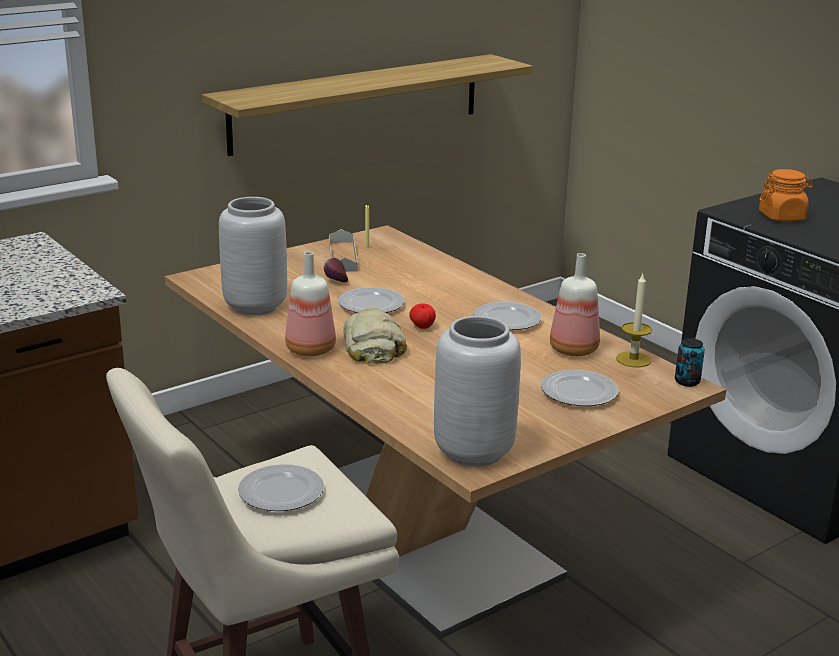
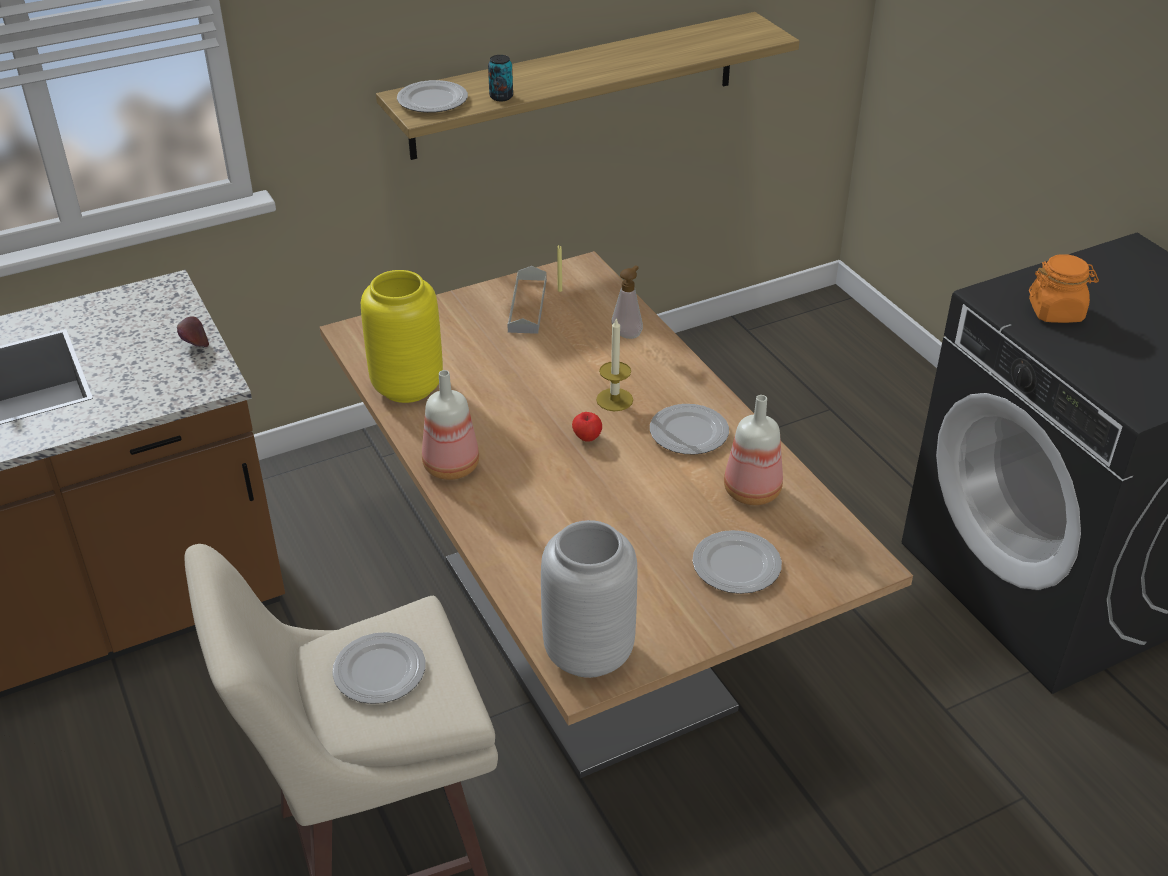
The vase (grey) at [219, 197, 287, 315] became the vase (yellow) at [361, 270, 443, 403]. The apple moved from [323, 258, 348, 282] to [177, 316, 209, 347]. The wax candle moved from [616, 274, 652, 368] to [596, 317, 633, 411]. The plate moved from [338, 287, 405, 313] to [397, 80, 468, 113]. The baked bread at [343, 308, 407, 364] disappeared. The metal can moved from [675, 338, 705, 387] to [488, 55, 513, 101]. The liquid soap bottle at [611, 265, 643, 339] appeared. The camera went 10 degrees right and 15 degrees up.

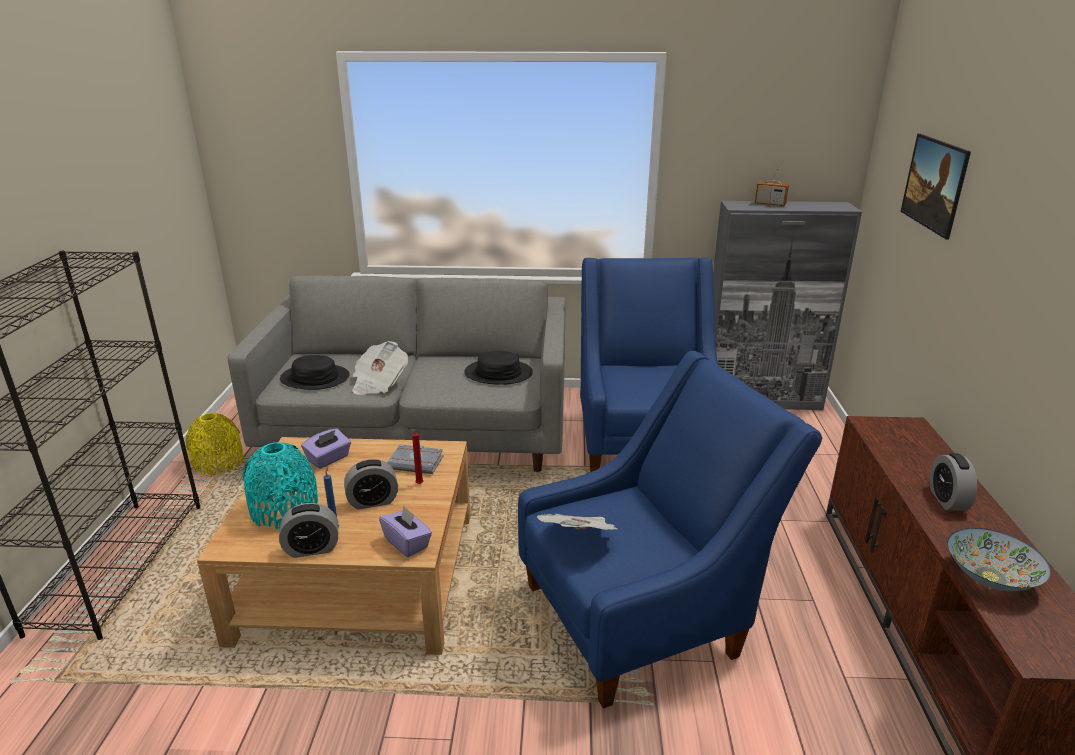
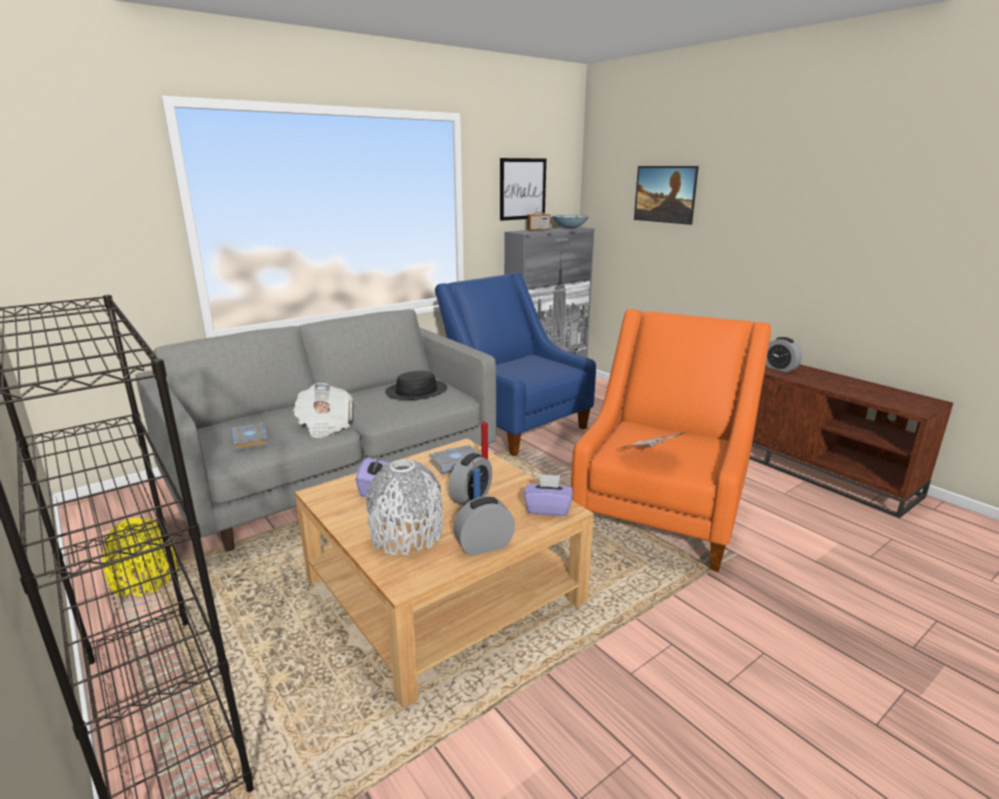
The easy chair (blue) at [518, 350, 822, 708] became the easy chair (orange-coloured) at [571, 309, 771, 572]. The hat (black) at [280, 355, 349, 390] was replaced by the bound book (grey) at [230, 423, 268, 451]. The vase (turquoise) at [243, 442, 318, 529] became the vase (grey) at [366, 459, 443, 555]. The table clock at [279, 503, 338, 558] turned 150 degrees counterclockwise. The serving bowl moved from [947, 528, 1051, 591] to [552, 215, 589, 229]. The wall picture at [500, 158, 546, 221] appeared. The camera went 40 degrees left and 5 degrees down.

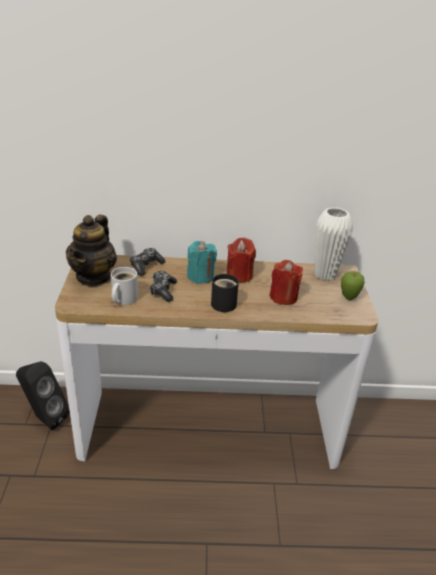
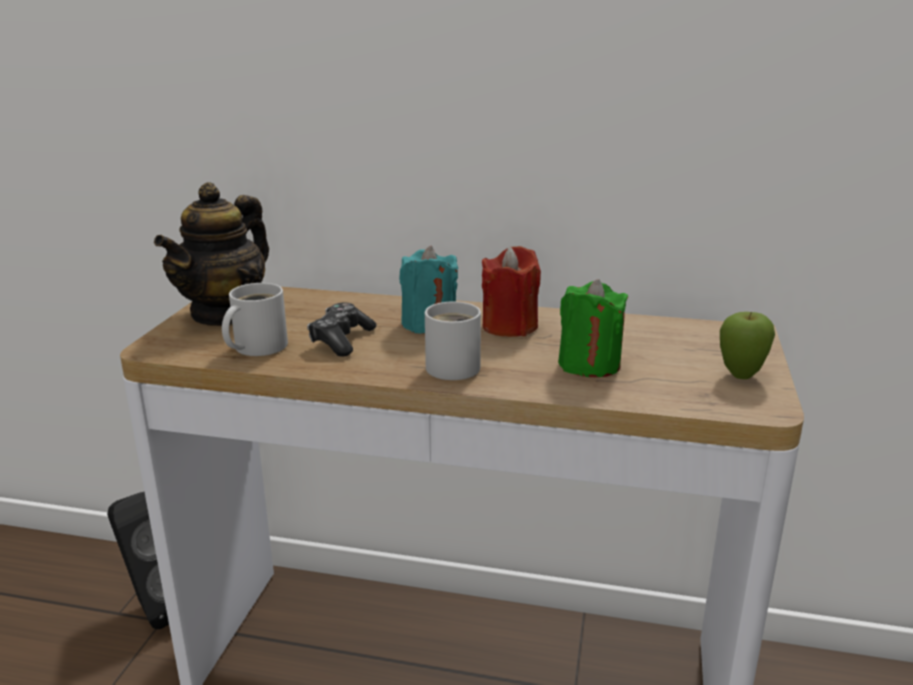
The vase (whitish) at [314, 207, 353, 280] disappeared. The joypad at [130, 248, 166, 276] disappeared. The wax candle (red-coloured) at [270, 260, 303, 305] became the wax candle (green) at [558, 279, 628, 377]. The coffee mug (black) at [211, 274, 239, 312] became the coffee mug (whitish) at [425, 302, 481, 380]. The camera went 15 degrees right and 10 degrees down.

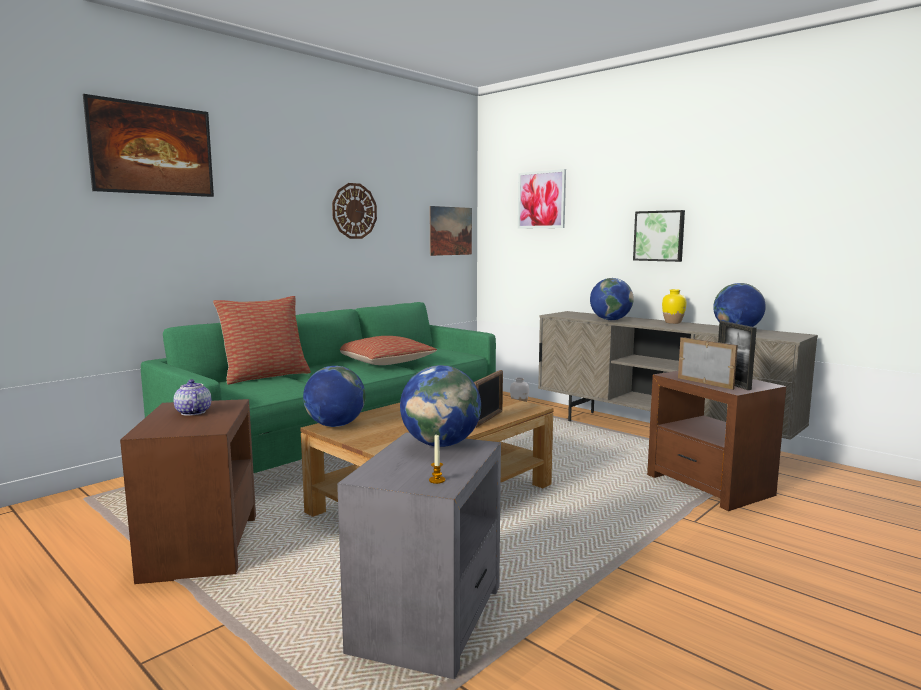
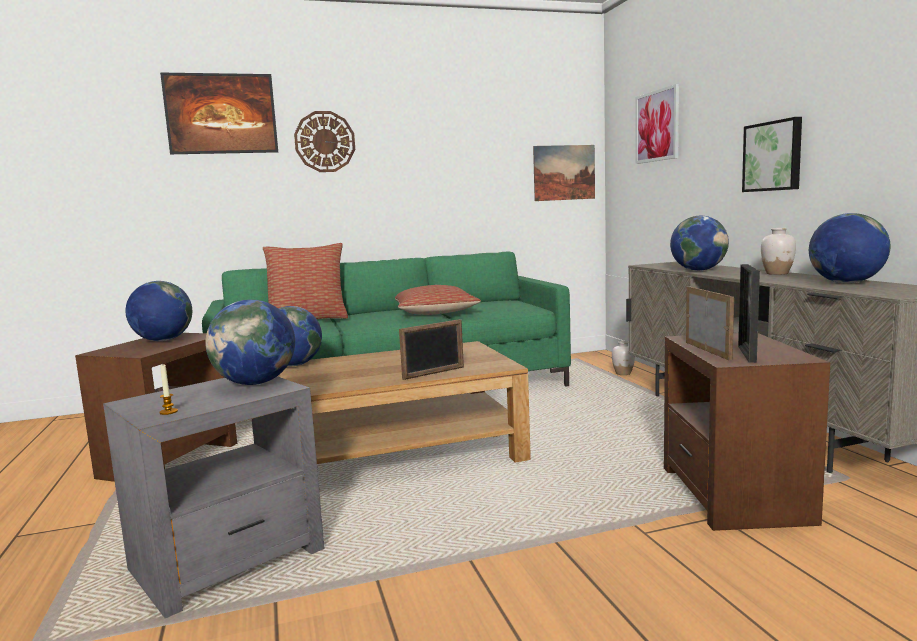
The wall clock moved from [332, 183, 377, 239] to [294, 111, 355, 172]. The vase (yellow) at [662, 289, 686, 324] became the vase (whitish) at [761, 228, 796, 275]. The teapot at [173, 379, 211, 416] was replaced by the globe at [125, 281, 192, 341]. The camera went 30 degrees right and 0 degrees up.

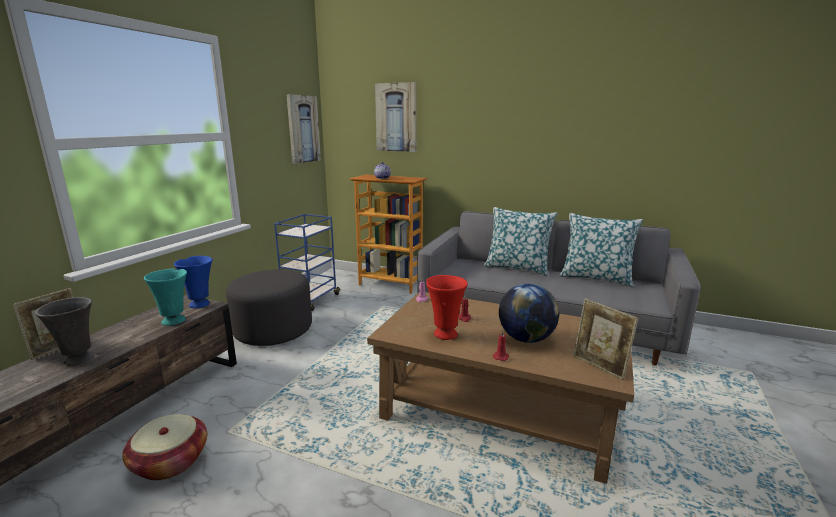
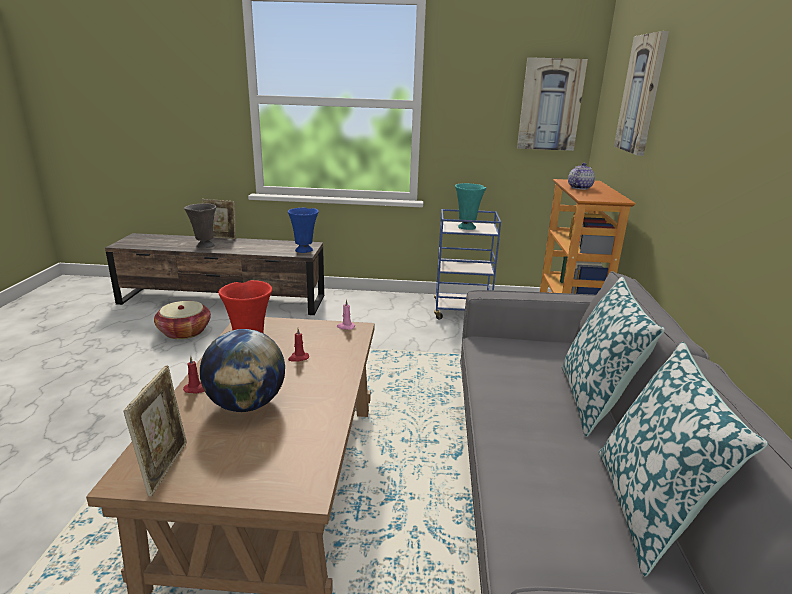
The vase (turquoise) moved from [144, 269, 187, 326] to [455, 183, 486, 230]. The footrest (grey) at [226, 270, 312, 346] disappeared. The photo frame at [574, 299, 639, 380] turned 150 degrees clockwise. The camera went 70 degrees right and 5 degrees up.

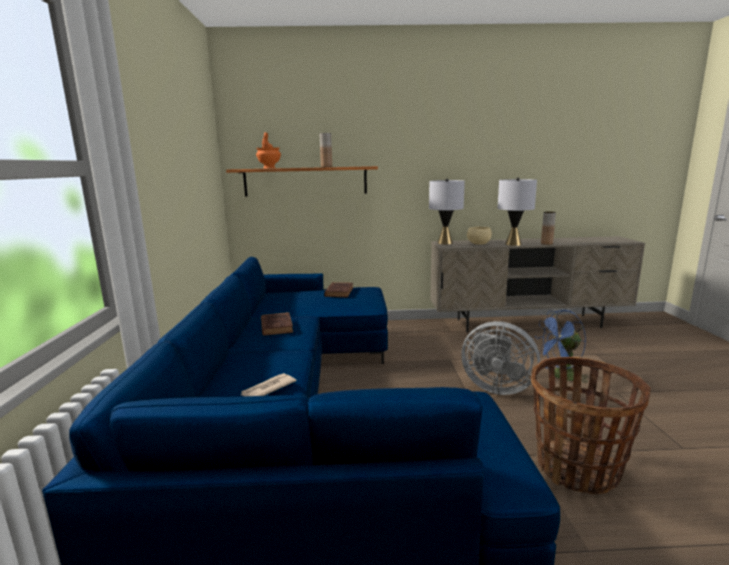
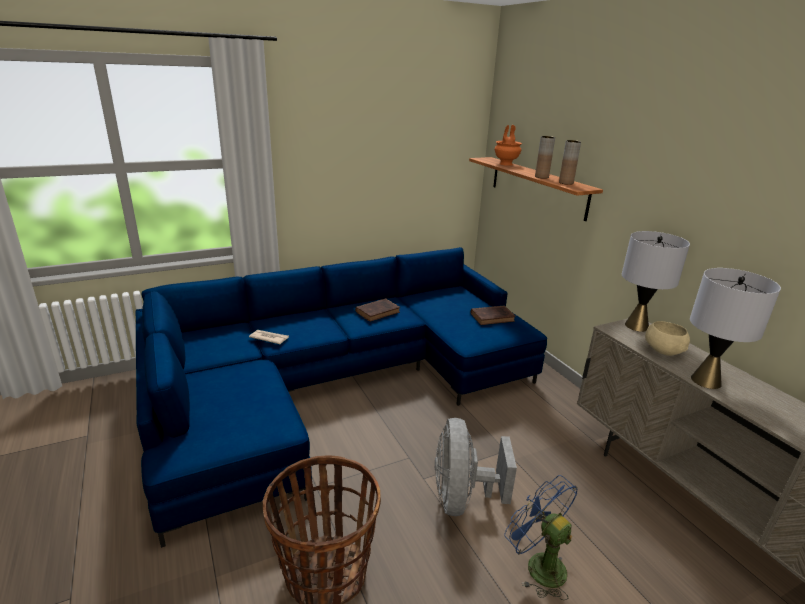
The vase (brownish) moved from [541, 212, 556, 245] to [559, 140, 581, 185]. The camera went 65 degrees right and 10 degrees up.

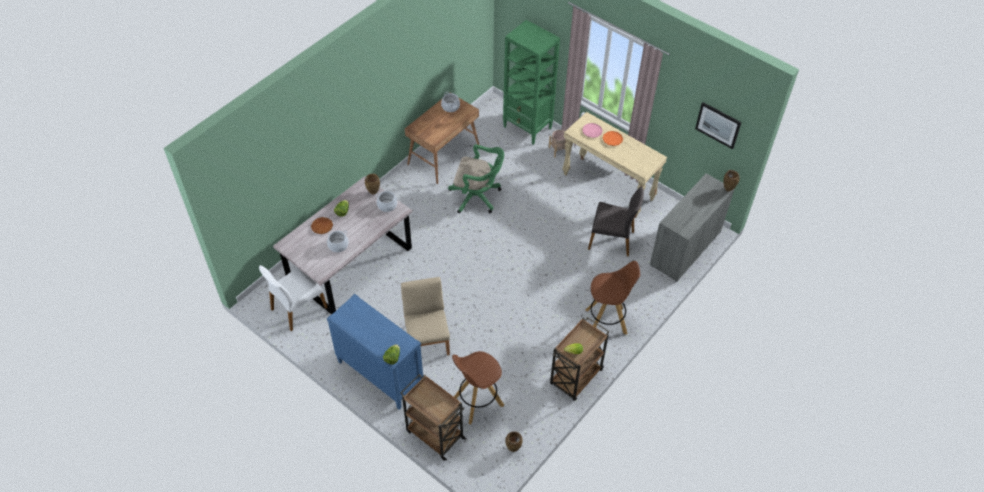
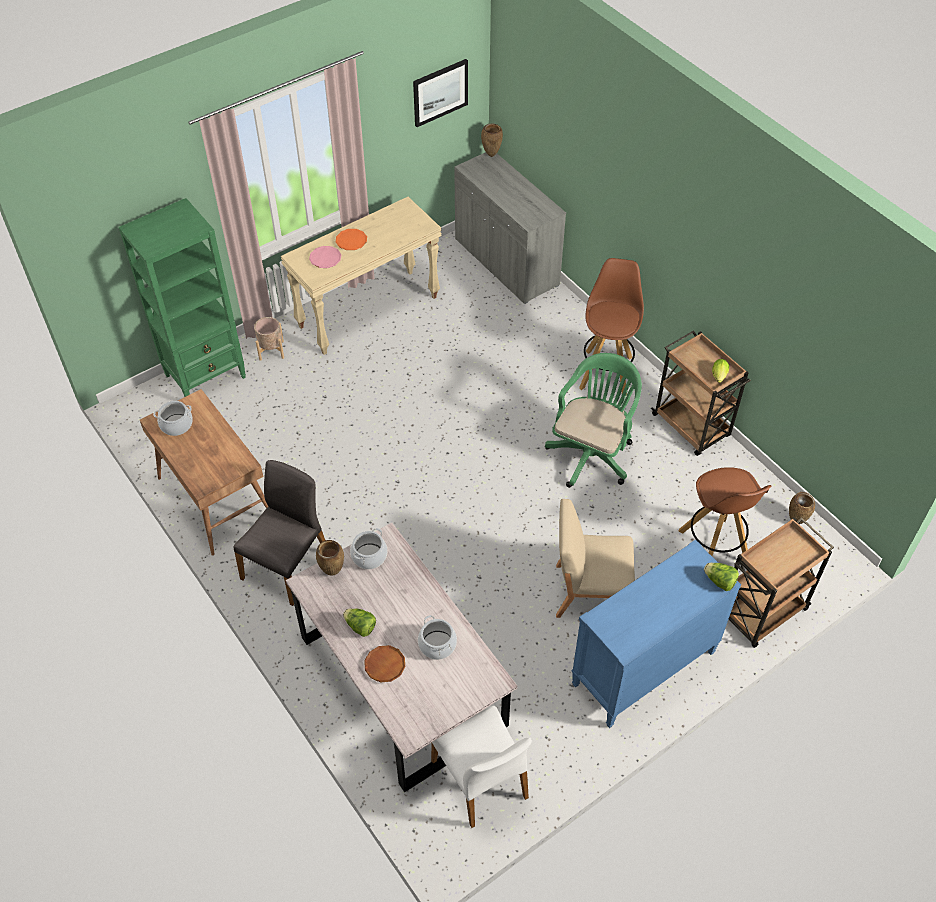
The office chair (green) moved from [448, 144, 504, 213] to [545, 353, 642, 488]. The upright chair (grey) moved from [588, 187, 644, 257] to [233, 460, 325, 606]. The camera went 75 degrees left and 0 degrees up.

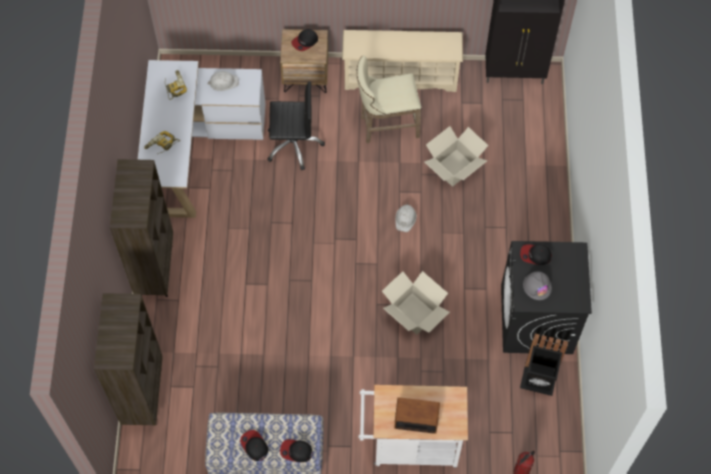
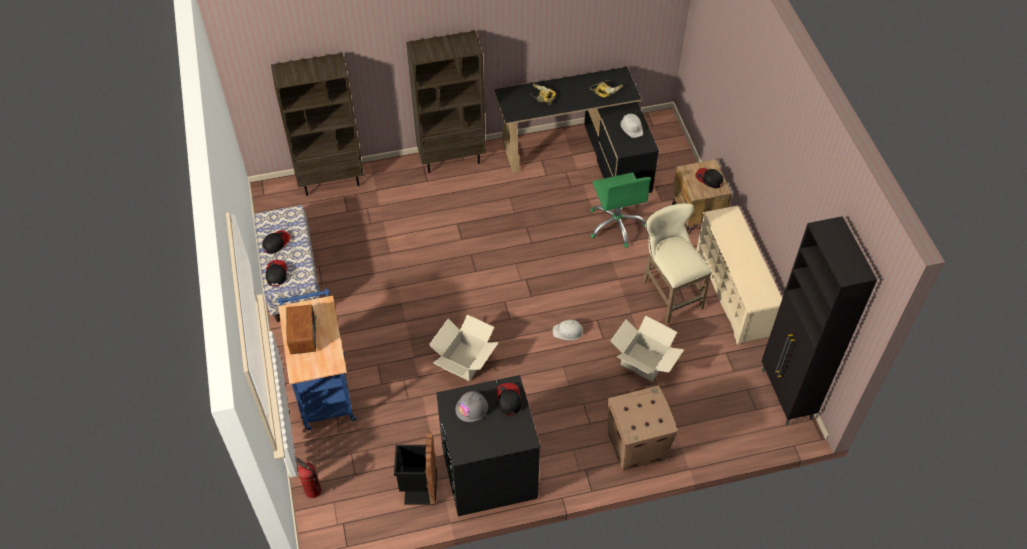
The desk (whitish) at [137, 60, 266, 218] became the desk (black) at [494, 67, 659, 193]. The office chair (black) at [267, 81, 325, 170] became the office chair (green) at [590, 172, 651, 248]. The cart (whitish) at [359, 385, 468, 468] became the cart (blue) at [278, 288, 357, 430]. The carton at [607, 385, 678, 471] appeared. The camera went 75 degrees right and 10 degrees down.

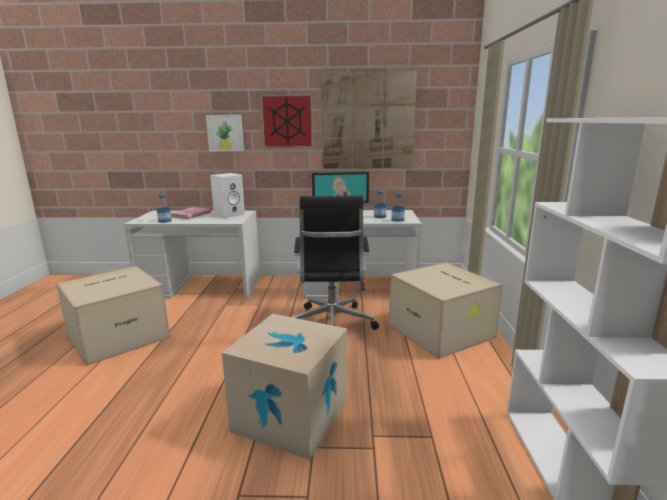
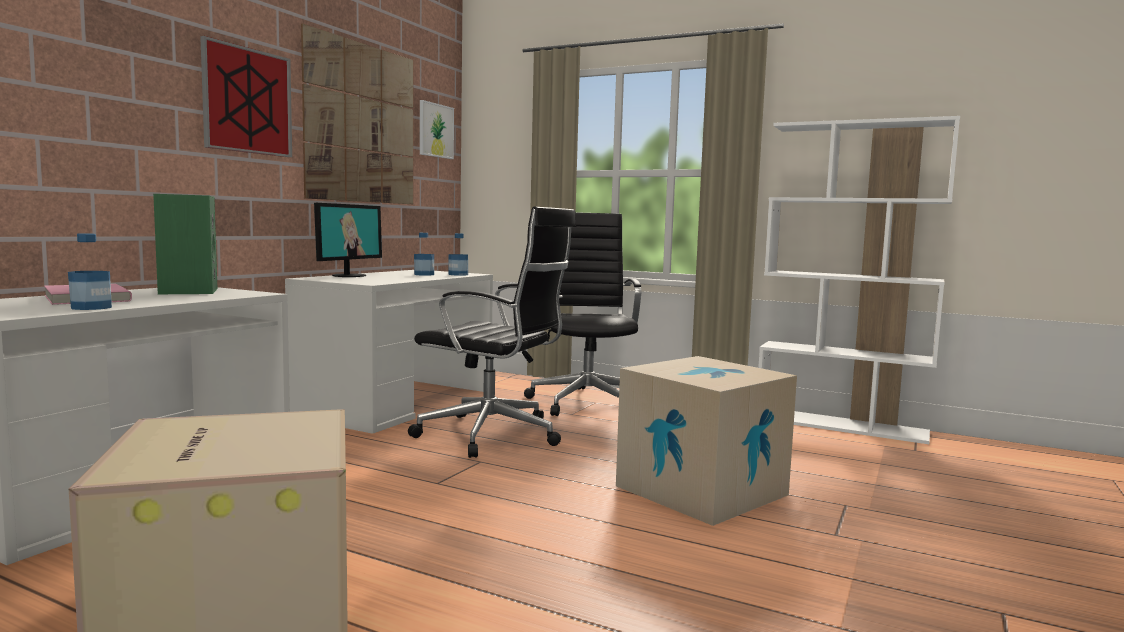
The wall picture moved from [206, 115, 244, 151] to [420, 100, 454, 159]. The speaker (whitish) at [210, 173, 245, 219] became the speaker (green) at [153, 194, 217, 294]. The carton at [389, 262, 503, 359] was replaced by the office chair (black) at [524, 212, 641, 416]. The camera went 65 degrees left and 10 degrees down.

